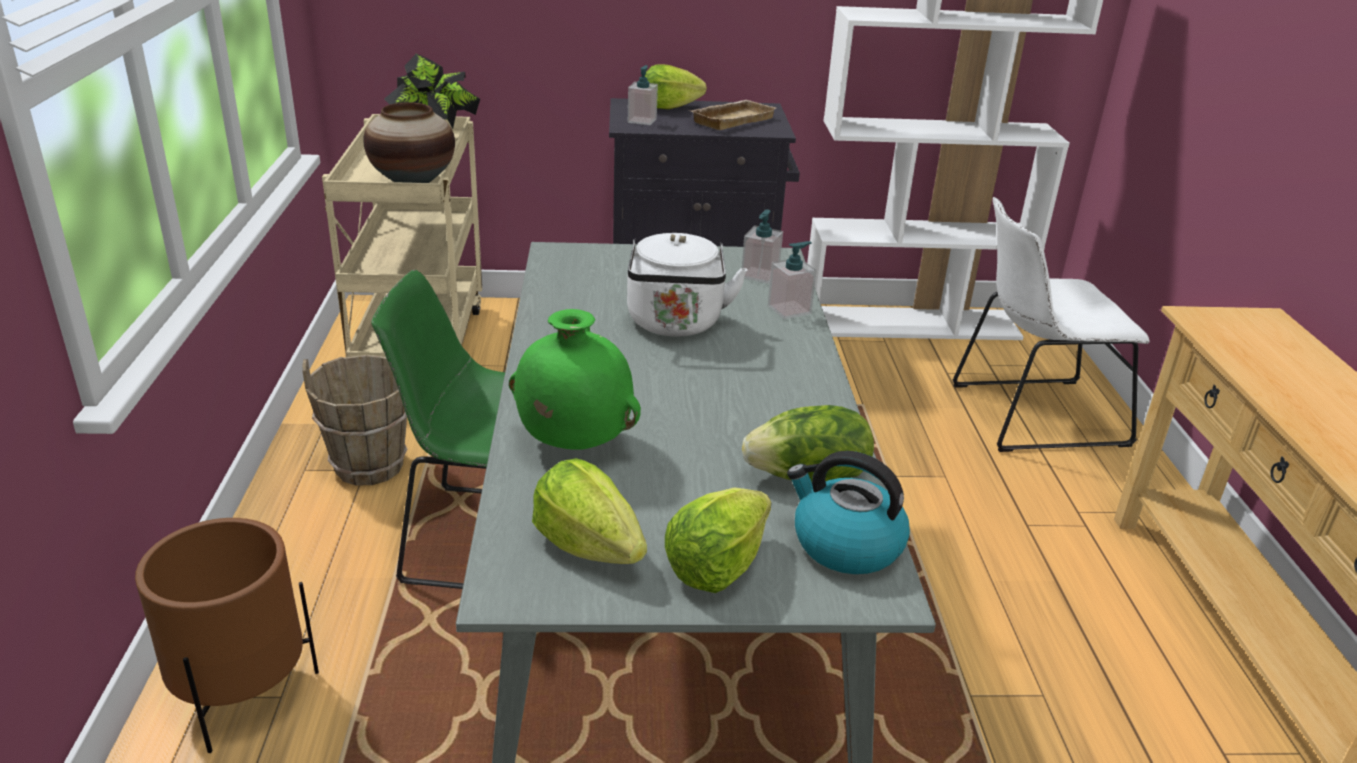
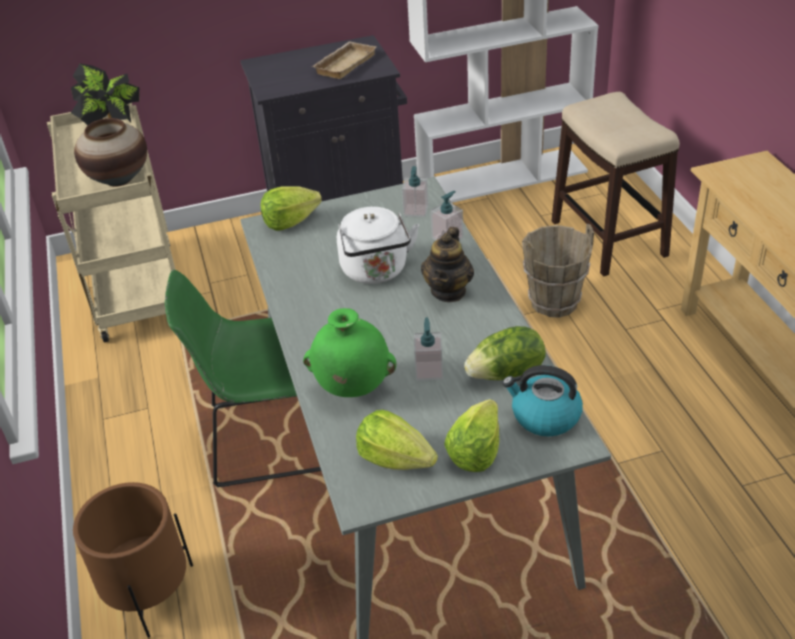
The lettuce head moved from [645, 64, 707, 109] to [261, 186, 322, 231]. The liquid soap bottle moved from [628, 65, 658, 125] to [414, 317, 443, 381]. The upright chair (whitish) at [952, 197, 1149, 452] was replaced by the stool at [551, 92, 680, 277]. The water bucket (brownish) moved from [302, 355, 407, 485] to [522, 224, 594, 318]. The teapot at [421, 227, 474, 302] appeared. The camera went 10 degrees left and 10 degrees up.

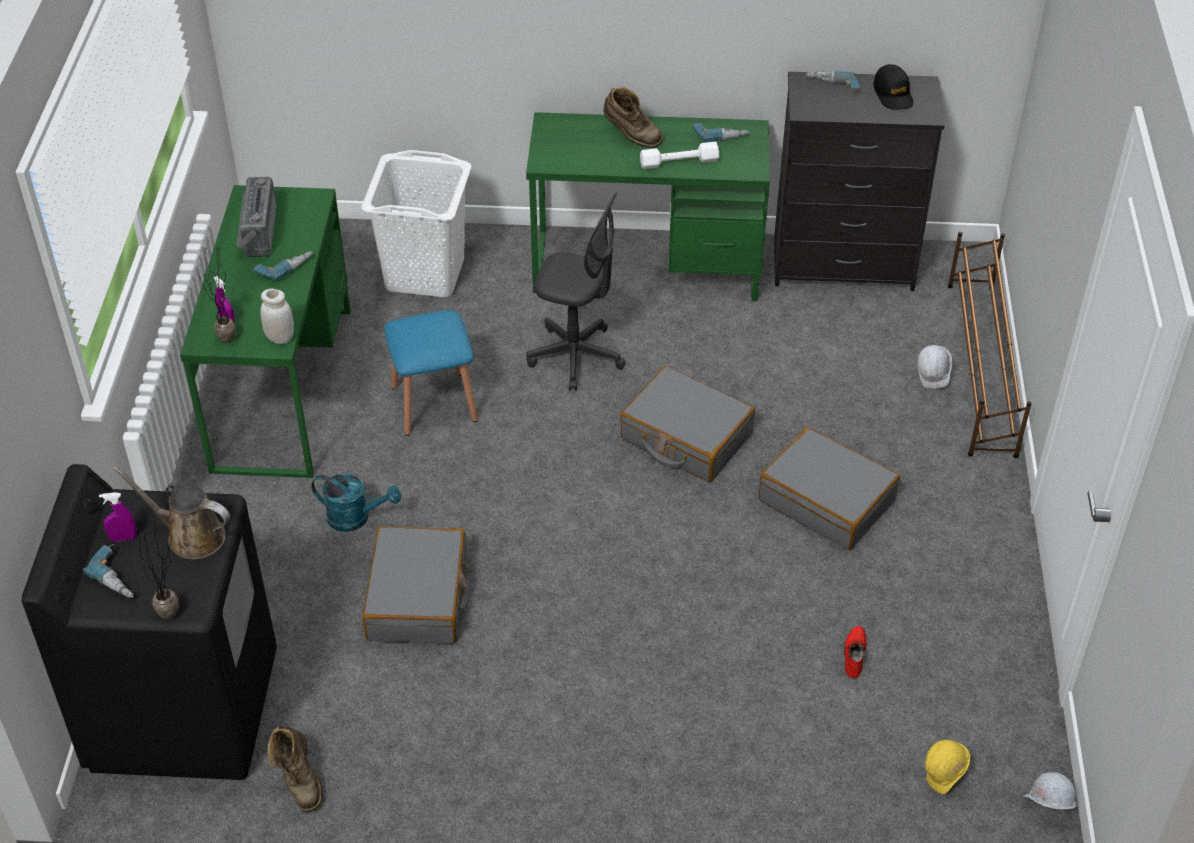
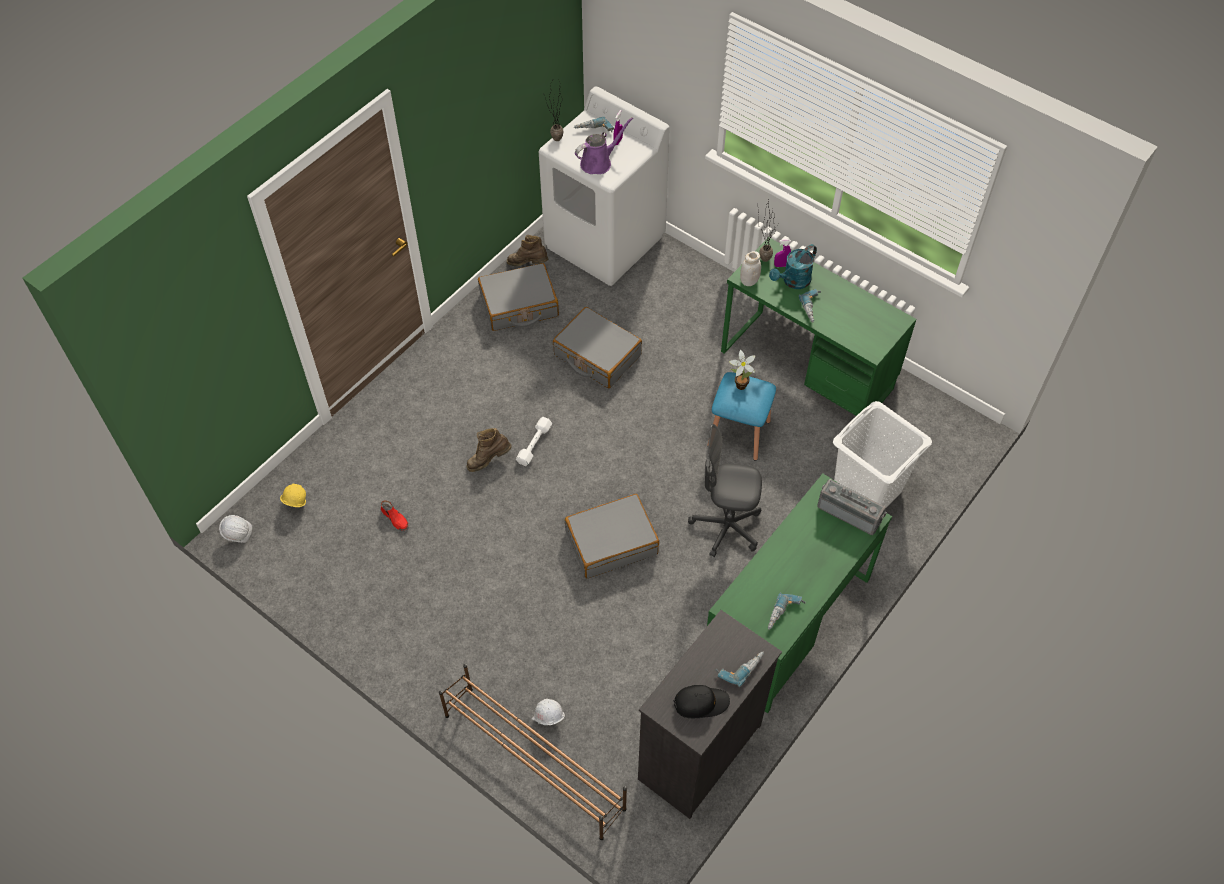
The baseball cap (black) at [873, 64, 913, 110] turned 150 degrees clockwise. The high-top boot (brownish) moved from [603, 87, 663, 148] to [466, 428, 512, 472]. The free weight (whitish) moved from [640, 142, 719, 169] to [516, 417, 552, 466]. The radio set moved from [236, 177, 277, 257] to [817, 479, 887, 535]. The office chair (grey) at [526, 192, 625, 391] turned 45 degrees clockwise. The travel case (grey) moved from [758, 427, 900, 550] to [478, 263, 559, 331]. The laundry appliance (black) at [22, 464, 277, 780] became the laundry appliance (whitish) at [539, 87, 670, 286]. The watering pot (brownish) at [113, 466, 230, 559] became the watering pot (purple-coloured) at [575, 117, 633, 174]. The watering pot (turquoise) moved from [311, 474, 401, 532] to [769, 244, 817, 289]. The plant in a pot at [729, 350, 756, 390] appeared. The camera went 125 degrees right and 10 degrees up.

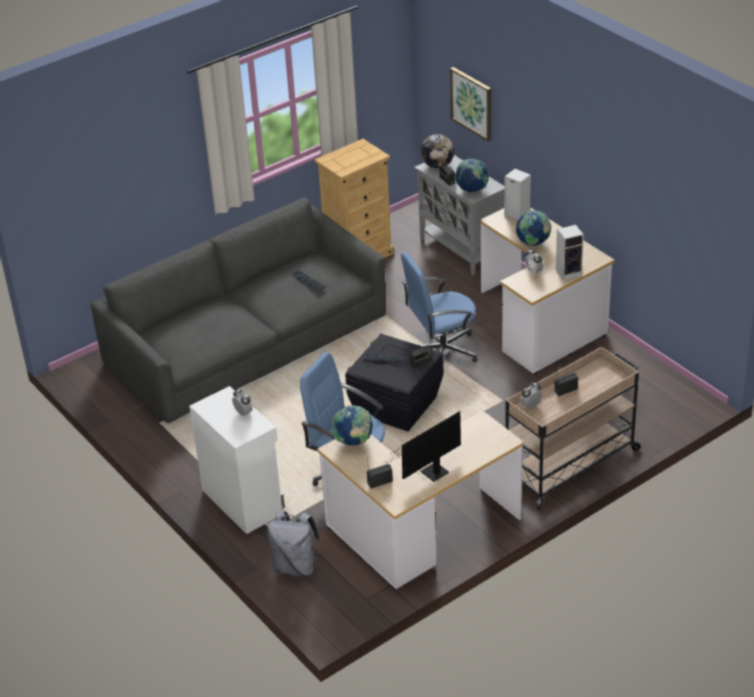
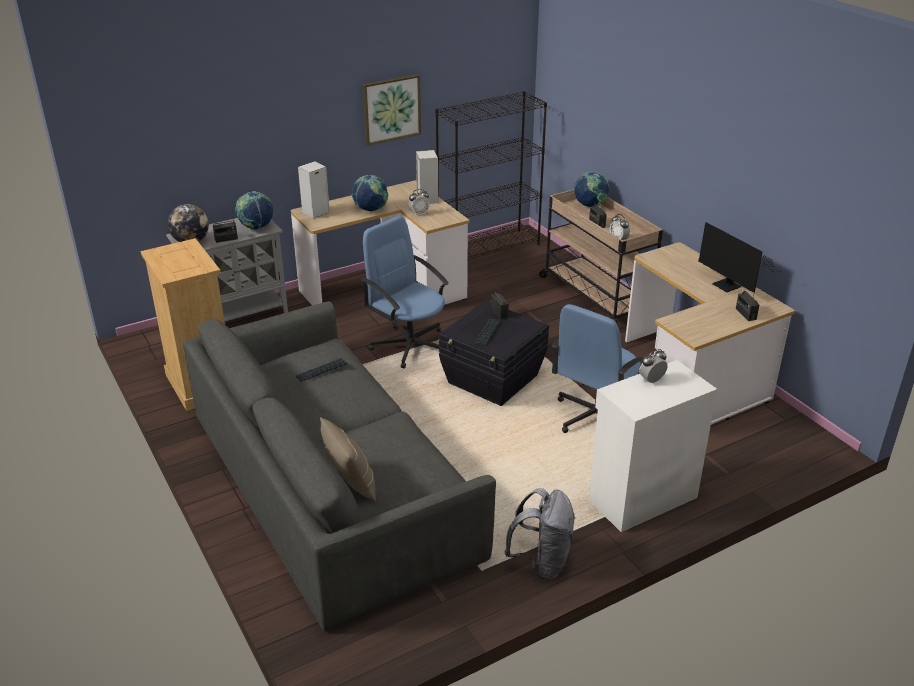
The wall picture moved from [450, 67, 491, 141] to [362, 74, 421, 146]. The office chair (blue) at [401, 252, 477, 362] turned 150 degrees clockwise. The globe moved from [332, 405, 373, 445] to [574, 172, 609, 207]. The rucksack (grey) moved from [267, 511, 320, 576] to [505, 488, 576, 580]. The bookshelf (black) at [435, 91, 547, 260] appeared. The cushion (sand-coloured) at [320, 417, 376, 502] appeared. The camera went 85 degrees left and 5 degrees down.

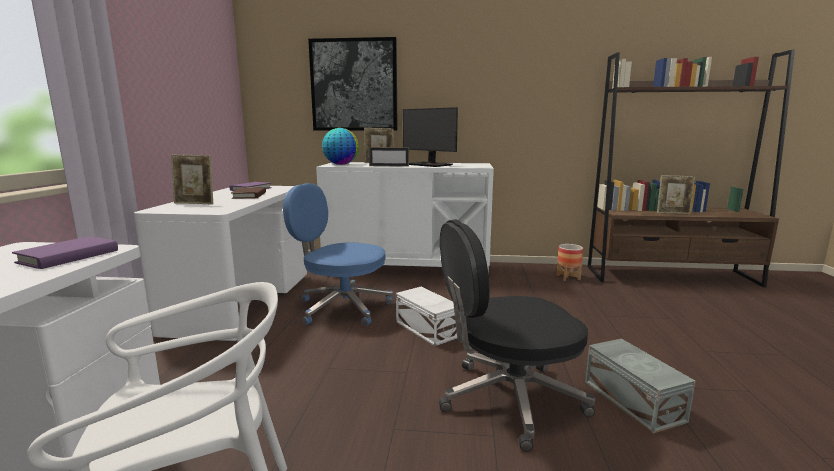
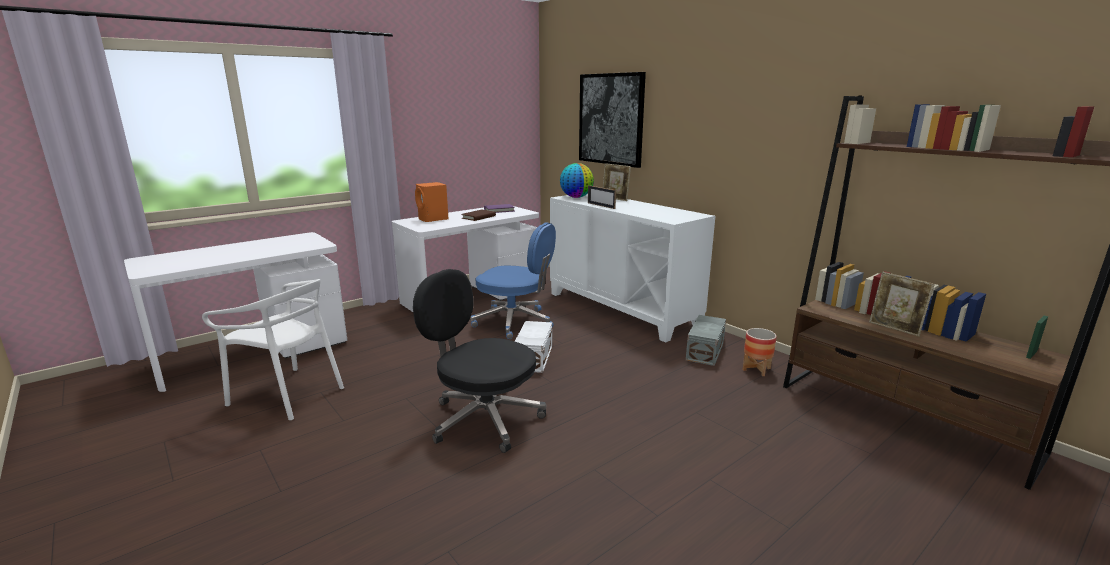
The monitor at [403, 107, 458, 167] disappeared. The photo frame at [171, 154, 213, 205] was replaced by the speaker (orange-coloured) at [415, 182, 449, 222]. The office chair (blue) at [283, 183, 393, 326] turned 135 degrees clockwise. The bound book (purple-coloured) at [12, 236, 118, 269] disappeared. The storage bin (grey) moved from [585, 339, 696, 434] to [686, 315, 726, 366]. The camera went 45 degrees right and 5 degrees up.

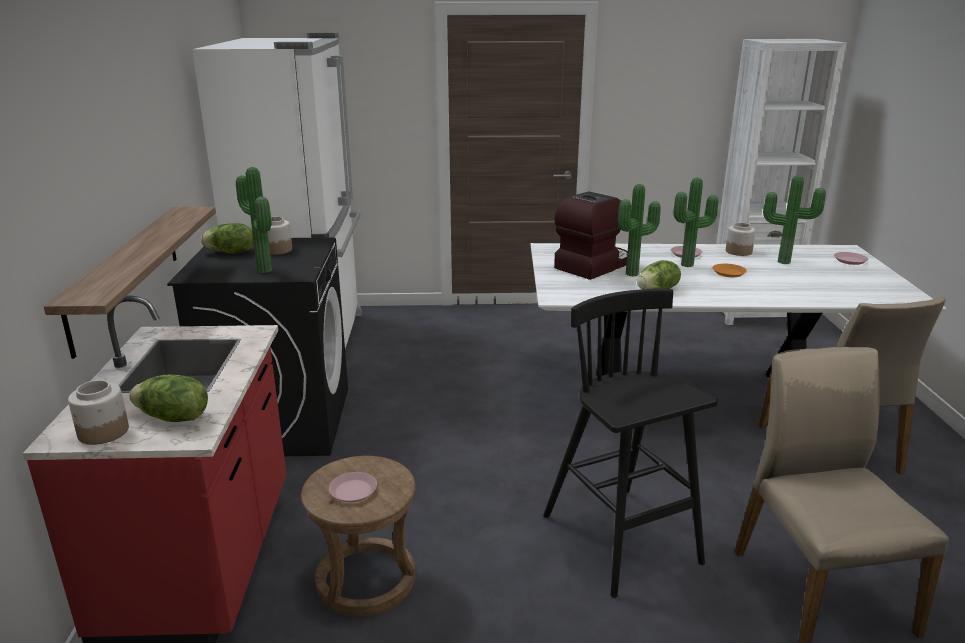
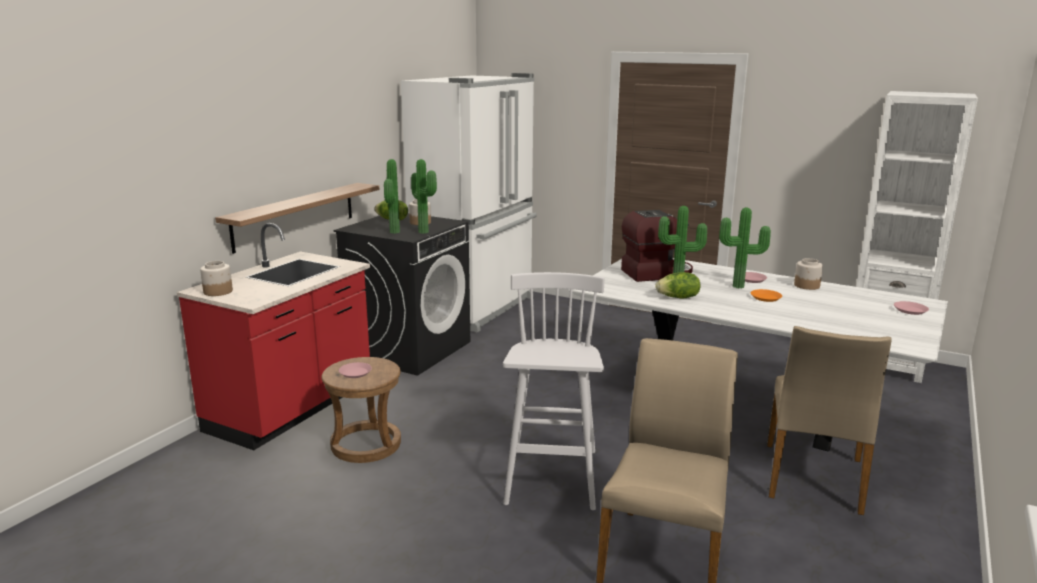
The plant in a pot moved from [763, 175, 826, 264] to [411, 159, 437, 234]. The stool (black) at [543, 289, 718, 598] became the stool (whitish) at [503, 272, 604, 510]. The lettuce head at [129, 375, 208, 422] disappeared. The camera went 30 degrees right and 5 degrees down.

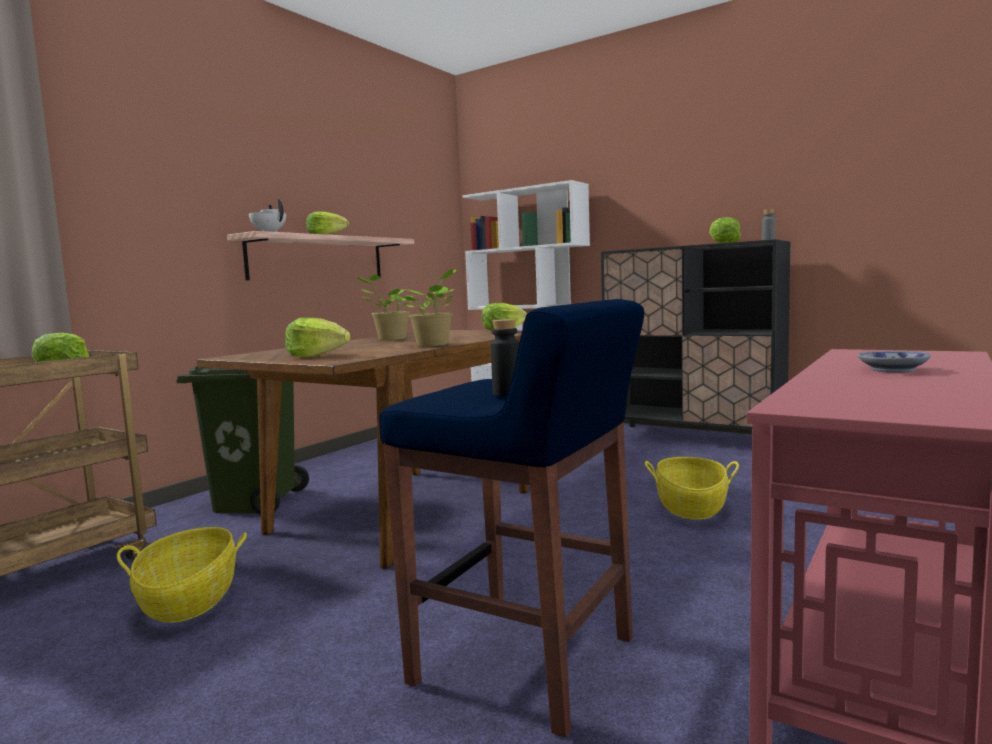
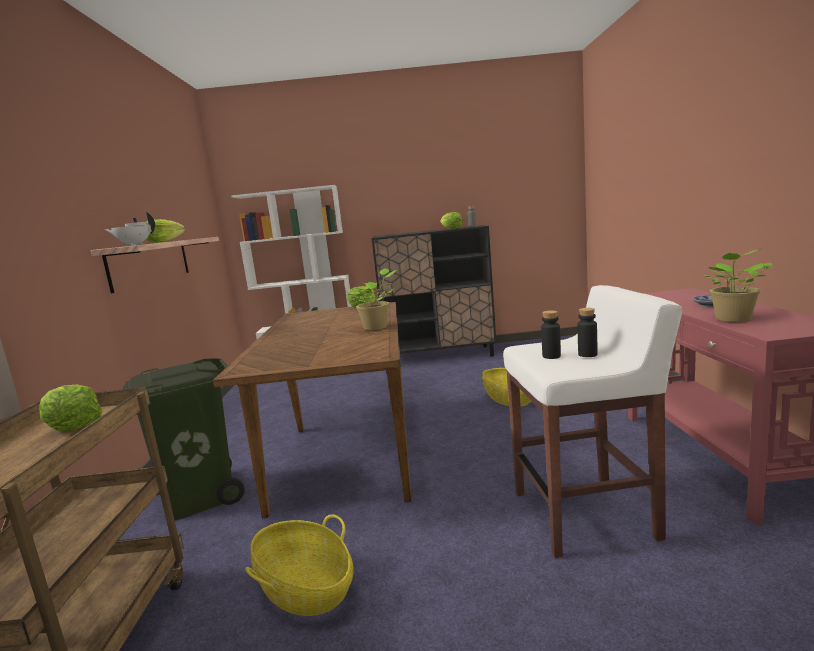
The plant in a pot moved from [356, 275, 413, 340] to [704, 249, 777, 322]. The stool (blue) at [379, 299, 644, 738] became the stool (whitish) at [503, 285, 682, 558]. The lettuce head at [285, 317, 350, 357] disappeared. The beverage bottle (black) at [541, 310, 561, 359] appeared. The camera went 35 degrees left and 5 degrees up.

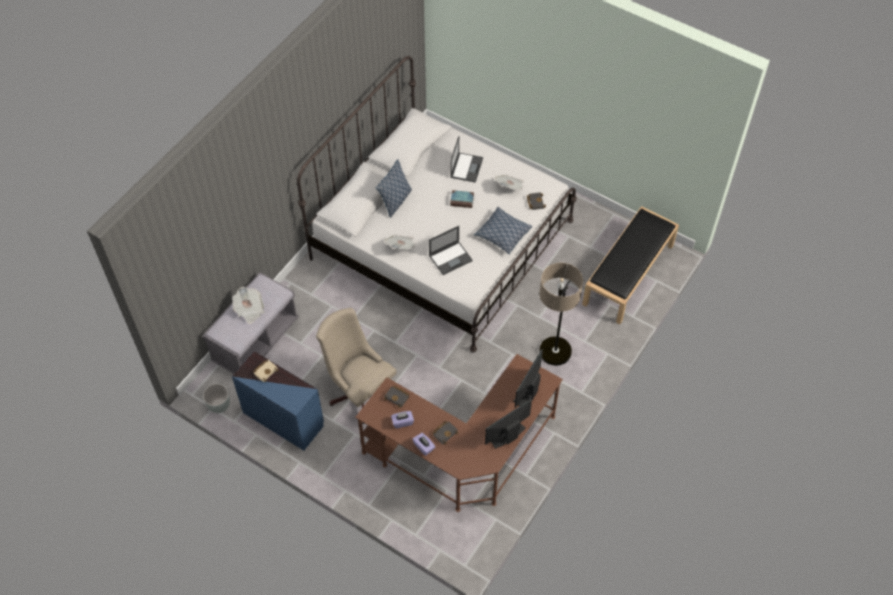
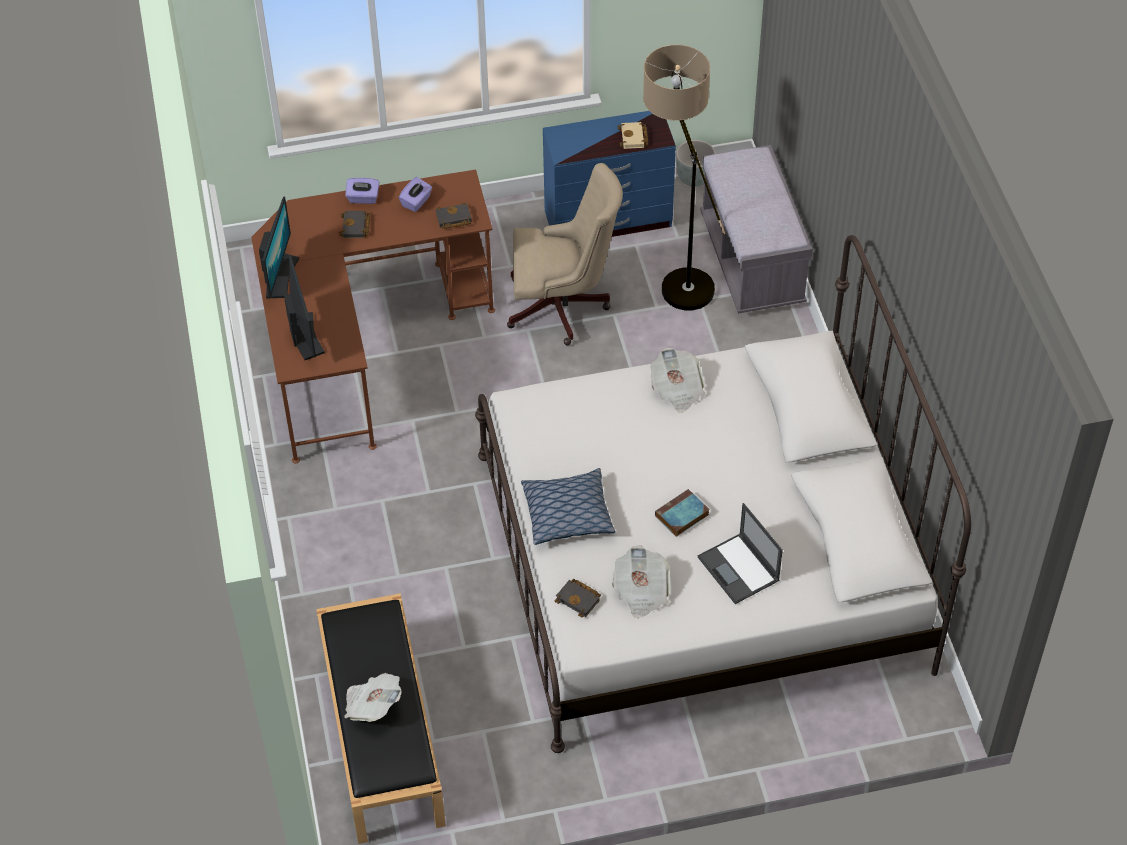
The cushion at [375, 159, 412, 218] disappeared. The notebook computer at [429, 226, 473, 275] disappeared. The standard lamp moved from [539, 263, 583, 366] to [643, 45, 725, 310]. The newspaper moved from [232, 287, 265, 324] to [345, 673, 402, 722]. The camera went 135 degrees right and 5 degrees down.

